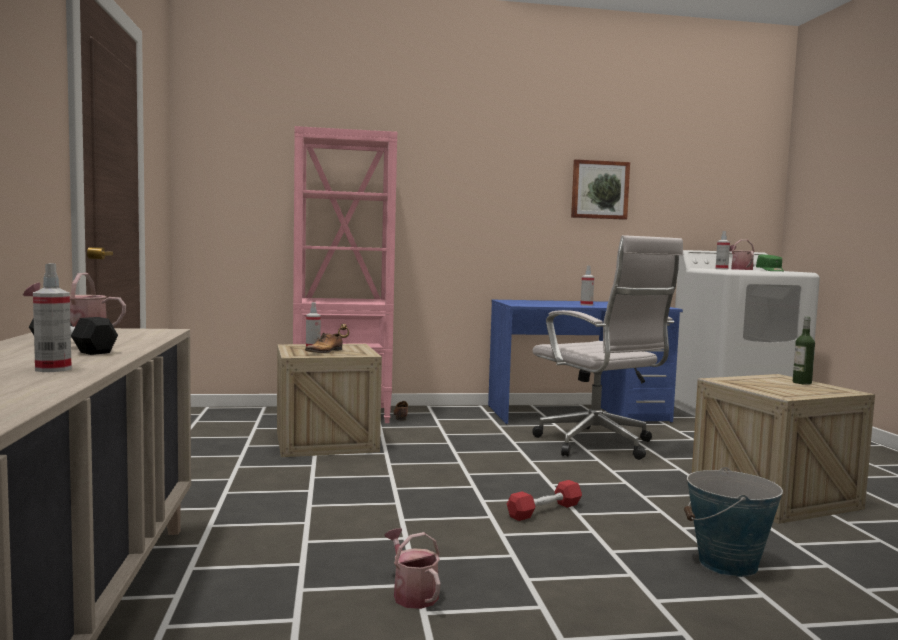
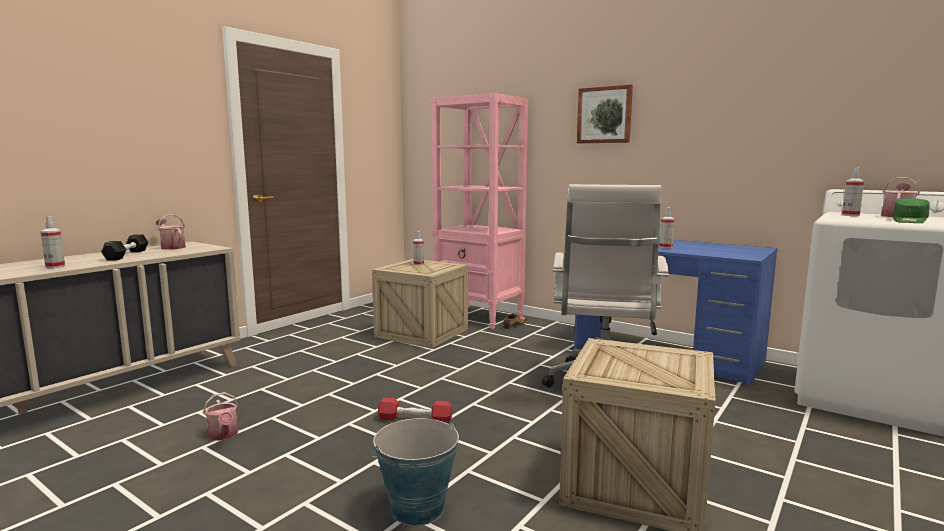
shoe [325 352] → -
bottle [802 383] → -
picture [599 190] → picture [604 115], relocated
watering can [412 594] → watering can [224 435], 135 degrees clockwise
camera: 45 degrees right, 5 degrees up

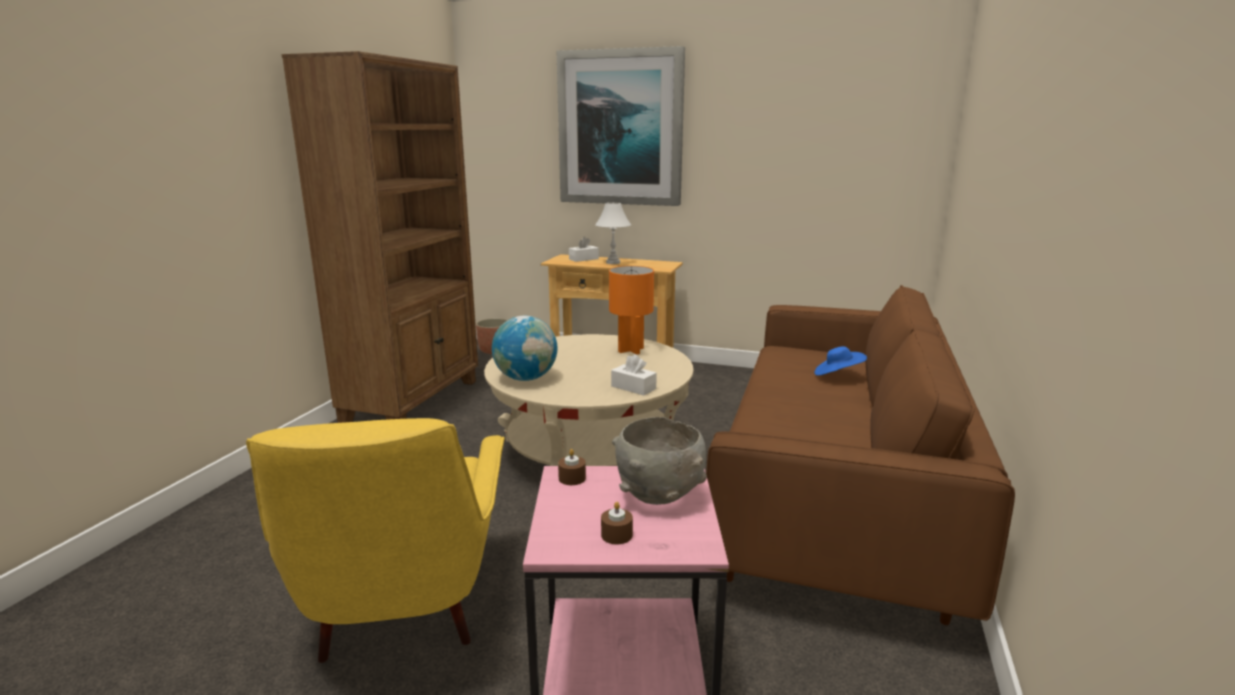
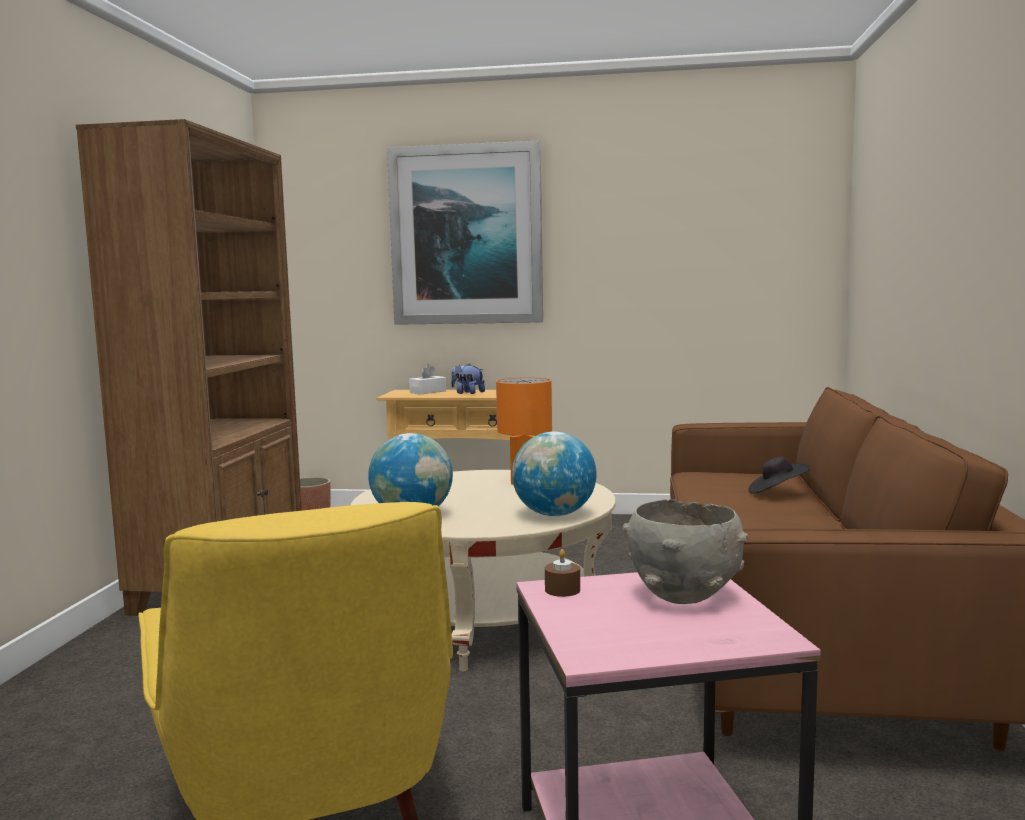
candle in brown [616 535] → -
table lamp in white [613 262] → plush toy [467 393]
tissue box in white [633 387] → globe [554 514]
hat in blue [837 375] → hat in black [776 492]
camera: 10 degrees left, 10 degrees down

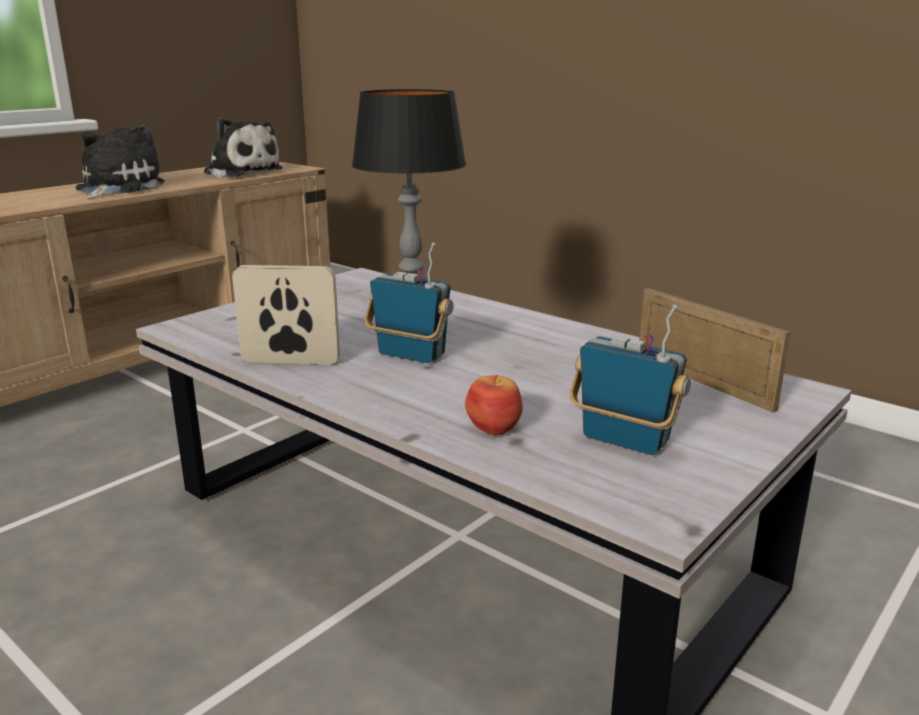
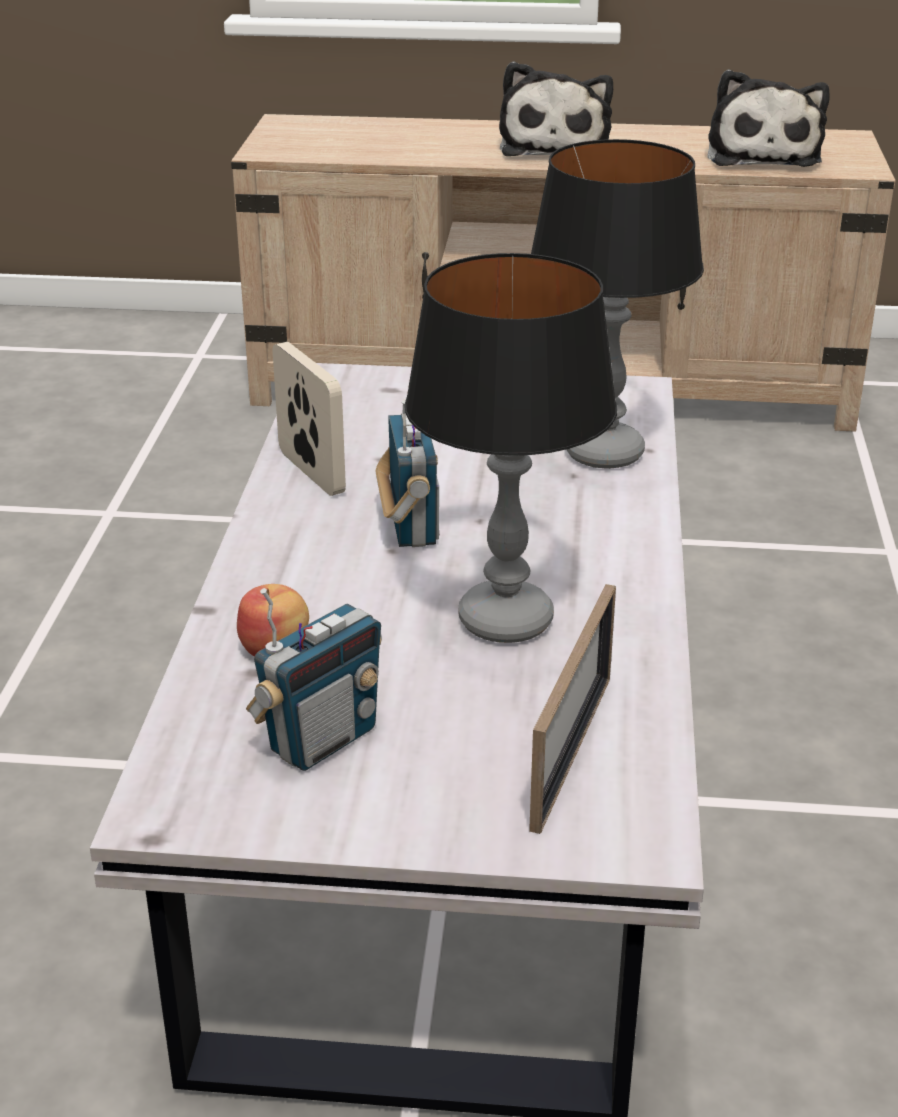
- → table lamp [505 621]
plush toy [116 188] → plush toy [555 146], 120 degrees clockwise
radio [624 441] → radio [322 740], 45 degrees clockwise
camera: 55 degrees right, 10 degrees up

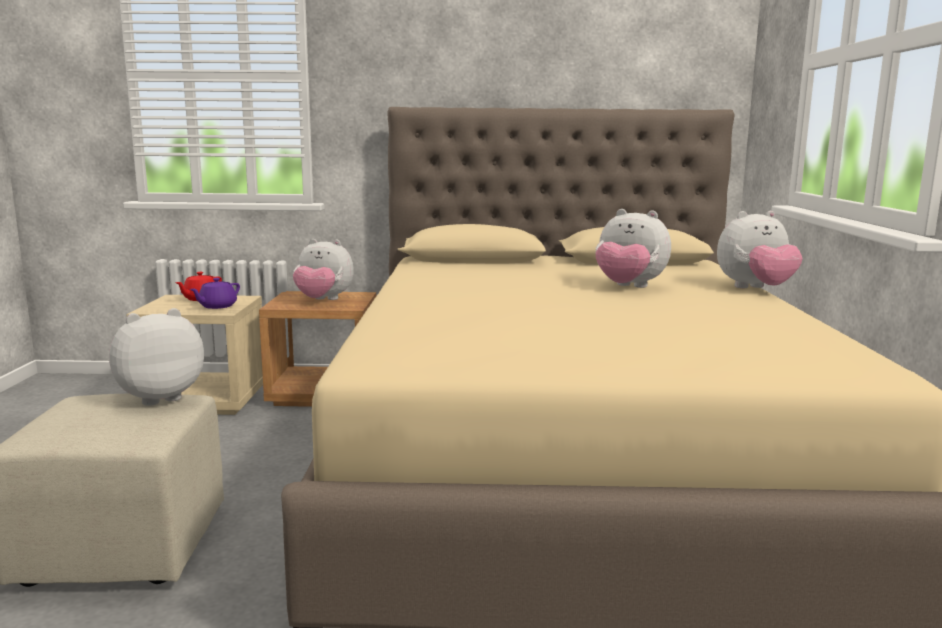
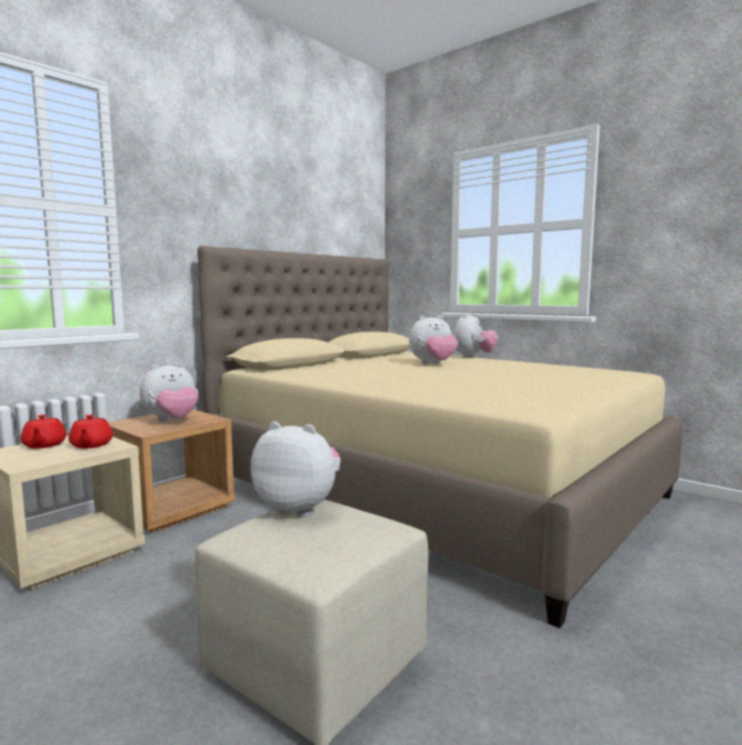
teapot in purple [217 306] → teapot in red [91 445]
plush toy [158 397] → plush toy [299 507], 105 degrees clockwise
camera: 50 degrees left, 5 degrees down

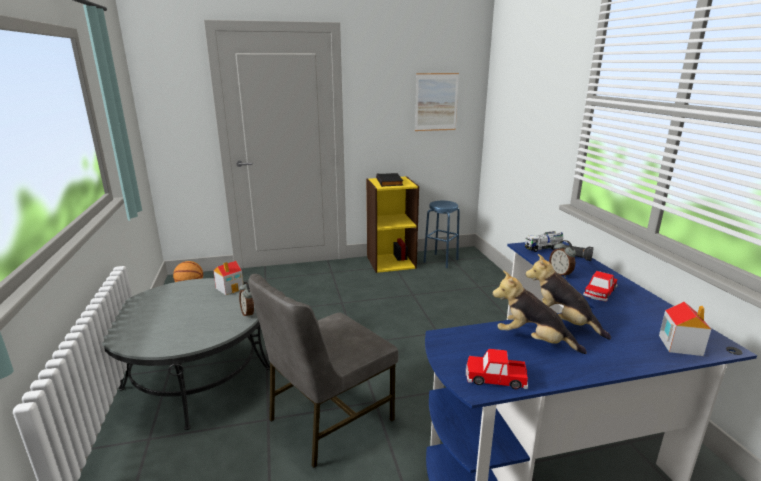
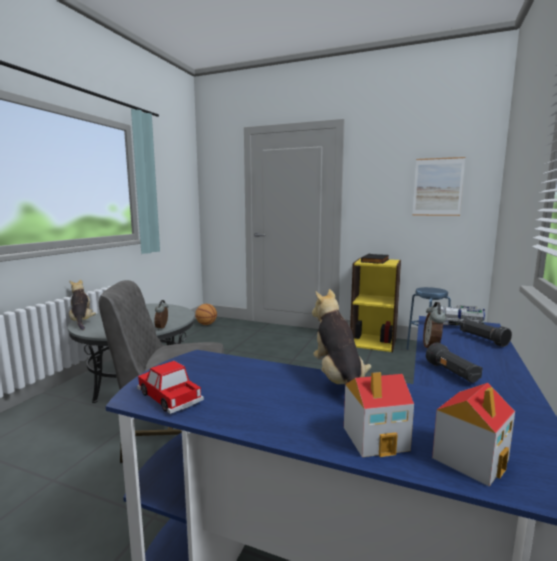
toy house [230 288] → toy house [376 438], relocated
plush toy [533 341] → plush toy [82 322], relocated
toy car [599 292] → flashlight in black [452 374]
camera: 35 degrees right, 10 degrees down

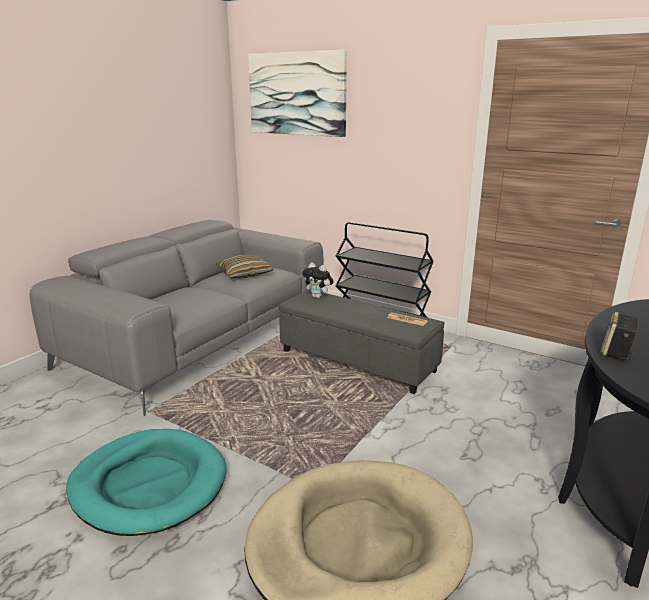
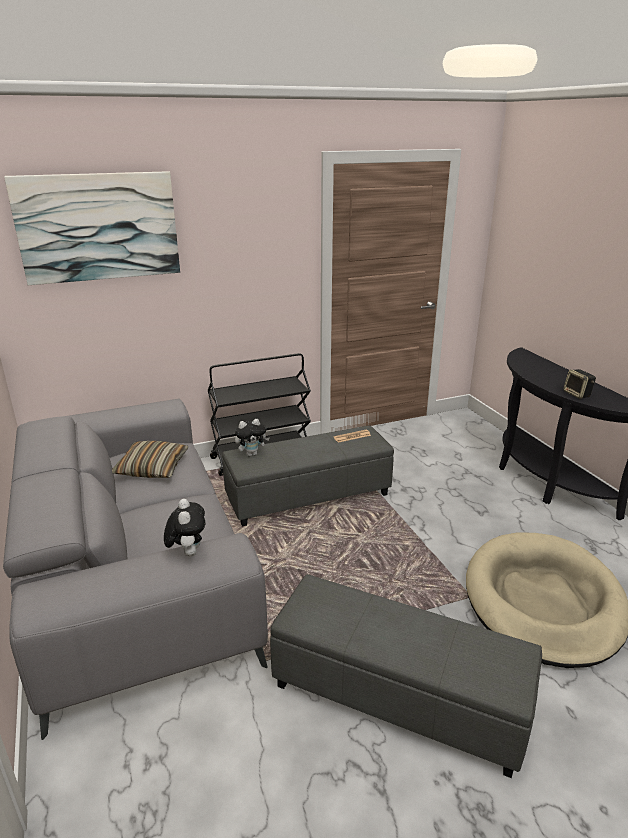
- → plush toy [187 552]
dog bed in turquoise [149 484] → ottoman in grey [397 697]
camera: 55 degrees left, 5 degrees up

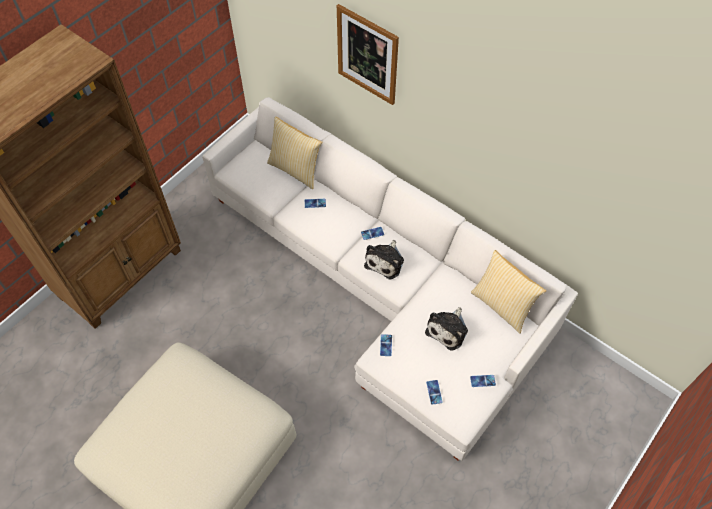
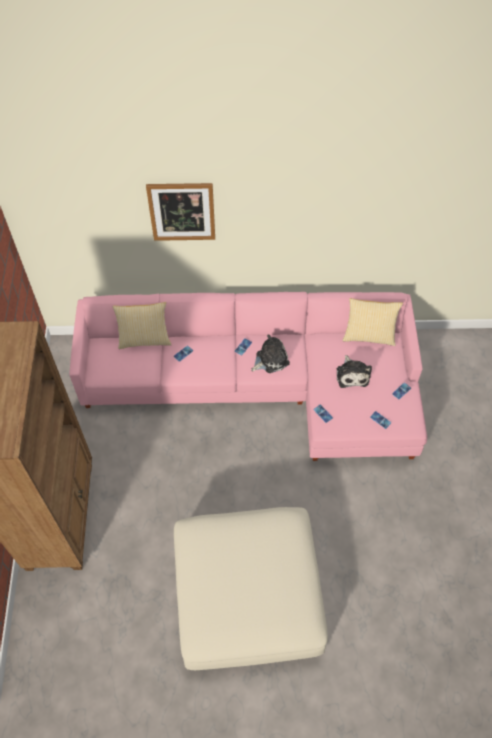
sofa in white [385 285] → sofa in pink [264 382]
plush toy [385 261] → plush toy [270 359], 105 degrees counterclockwise
camera: 40 degrees left, 0 degrees up

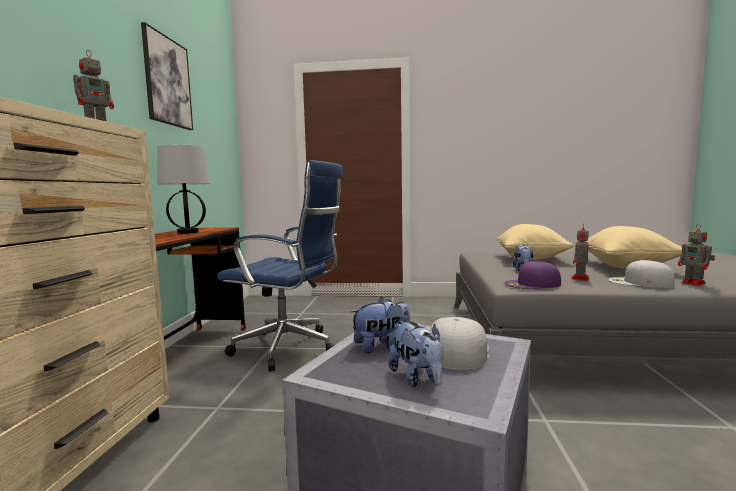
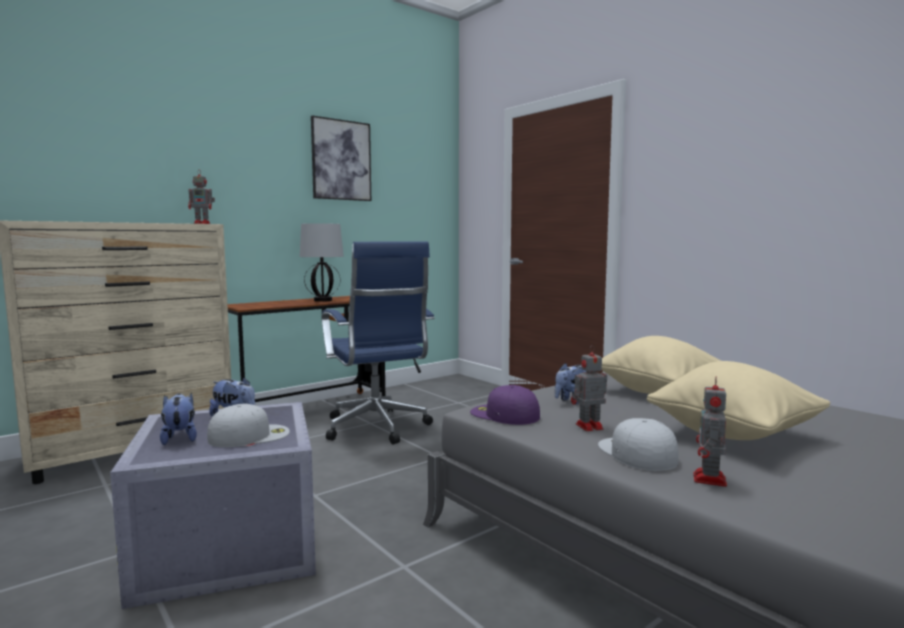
plush toy [418 378] → plush toy [180 438], 135 degrees clockwise
camera: 45 degrees right, 0 degrees up

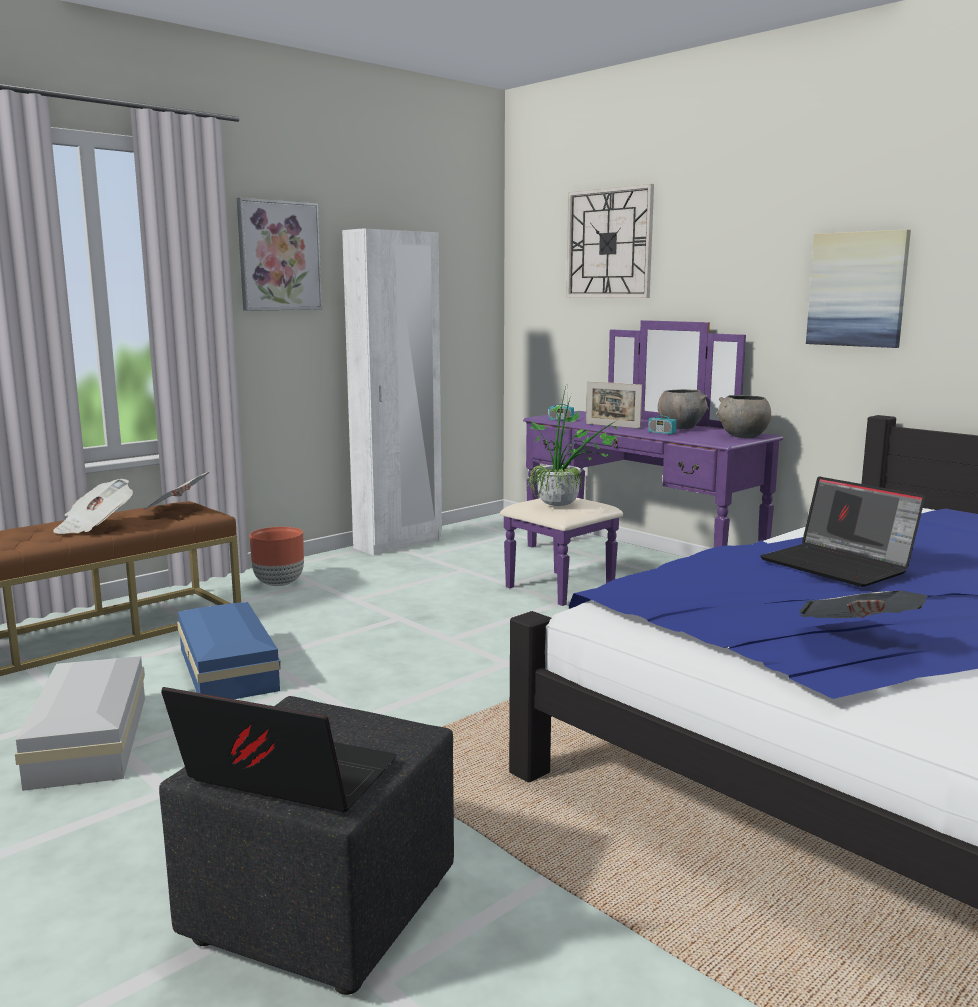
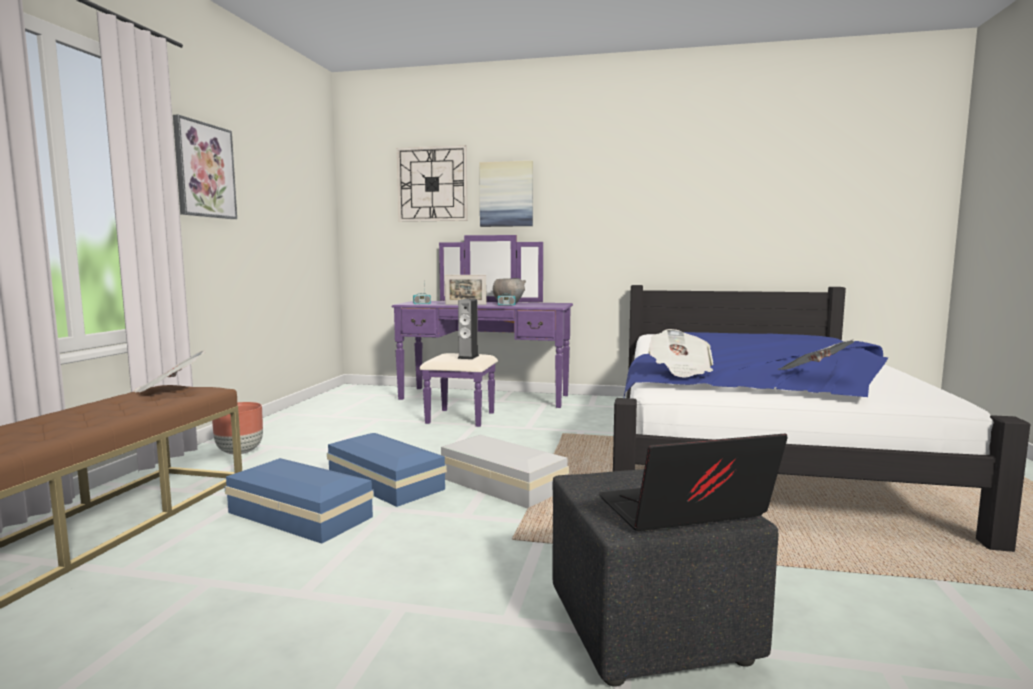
wardrobe in white [398 544] → -
bowl in grey [742 436] → -
laptop [839 565] → -
- → storage box in blue [385 483]
storage box in white [92 738] → storage box in white [502 483], relocated
newspaper [95 527] → newspaper [680 371], relocated
picture [857 289] → picture [506 194], relocated
potted plant [566 506] → speaker [468 357]
camera: 35 degrees left, 5 degrees down

